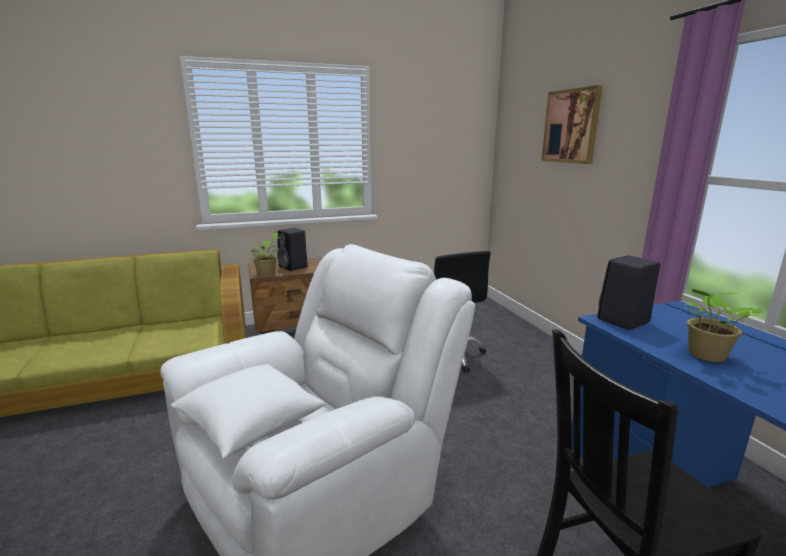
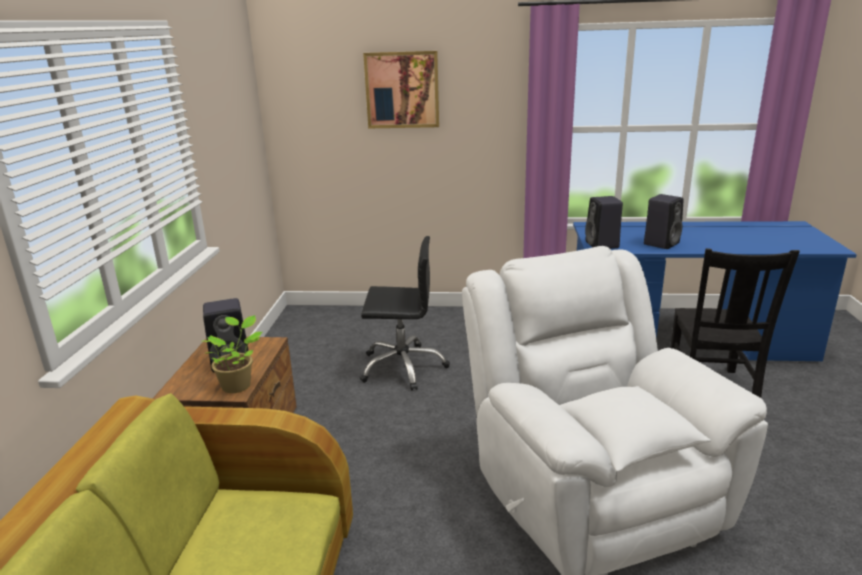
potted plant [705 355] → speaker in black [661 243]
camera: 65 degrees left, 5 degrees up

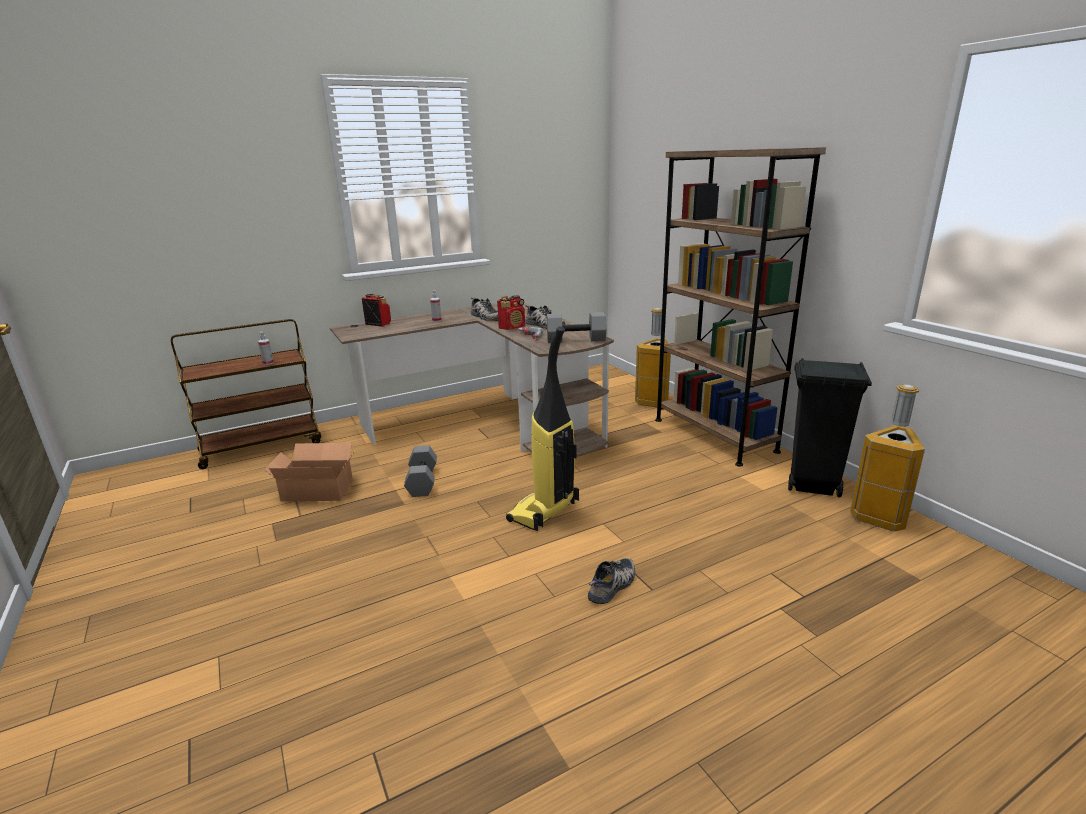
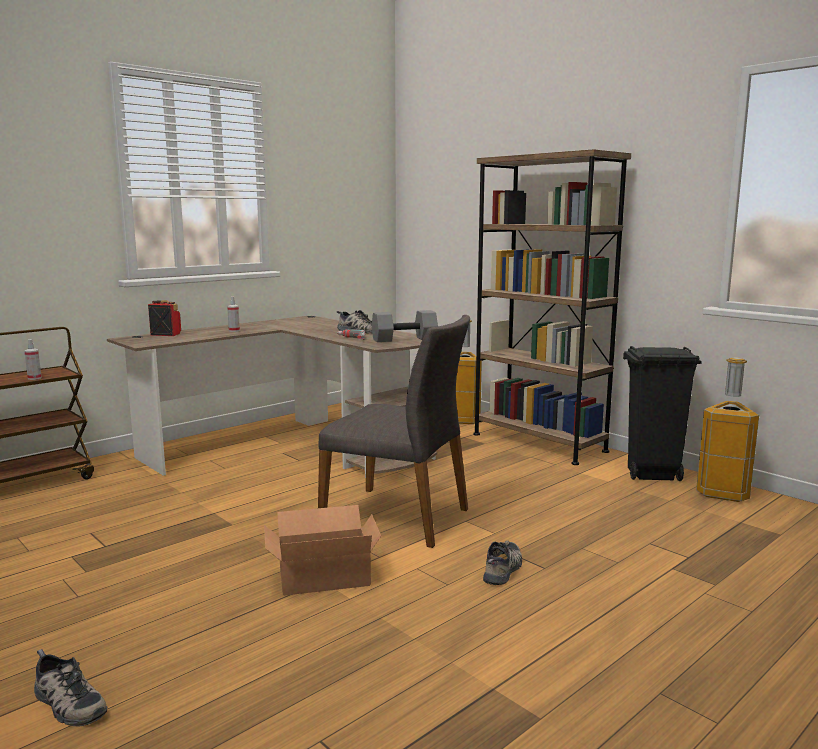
dumbbell in grey [421 481] → -
radio [512 327] → -
cardboard box [317 489] → cardboard box [321 575], relocated
shoe [484 317] → shoe [66 703], relocated
vacuum cleaner [544 512] → chair in grey [398 517]
camera: 15 degrees left, 10 degrees down

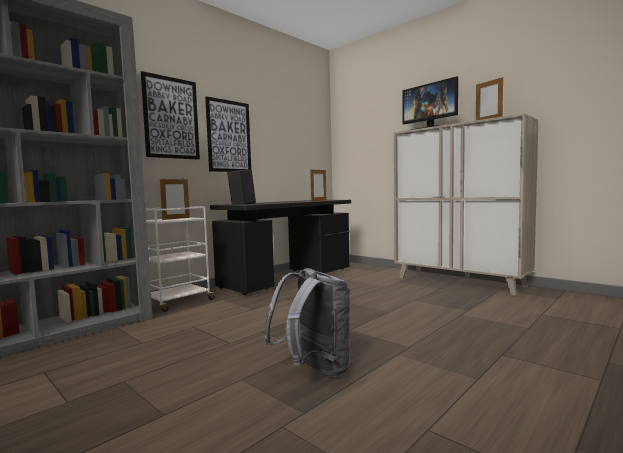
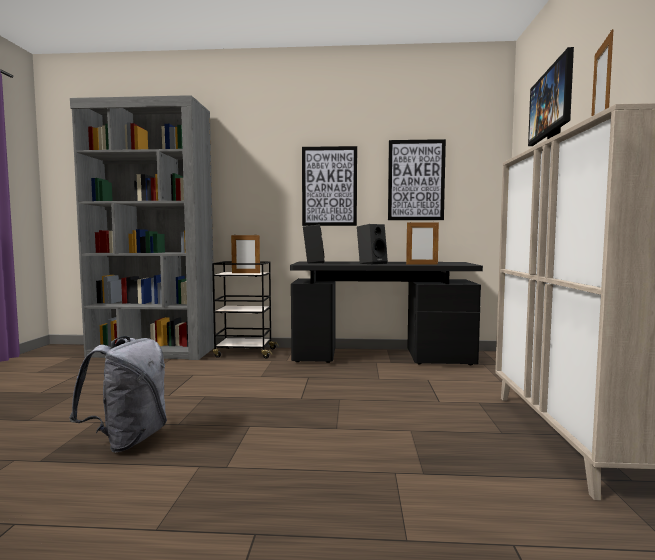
- → speaker in black [372 263]
picture [171 118] → picture [416 180], relocated
cart in white [178 302] → cart in black [244 353]
camera: 50 degrees right, 0 degrees up

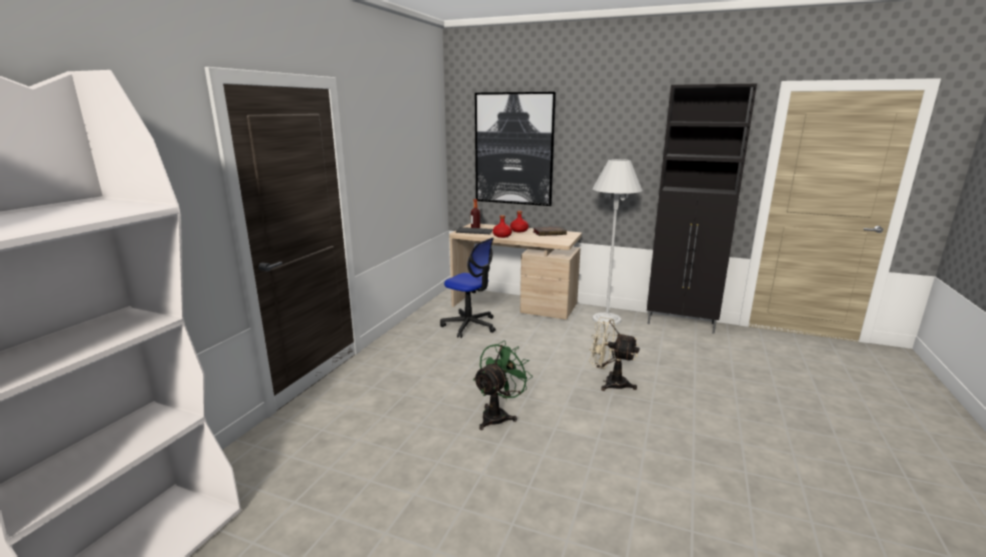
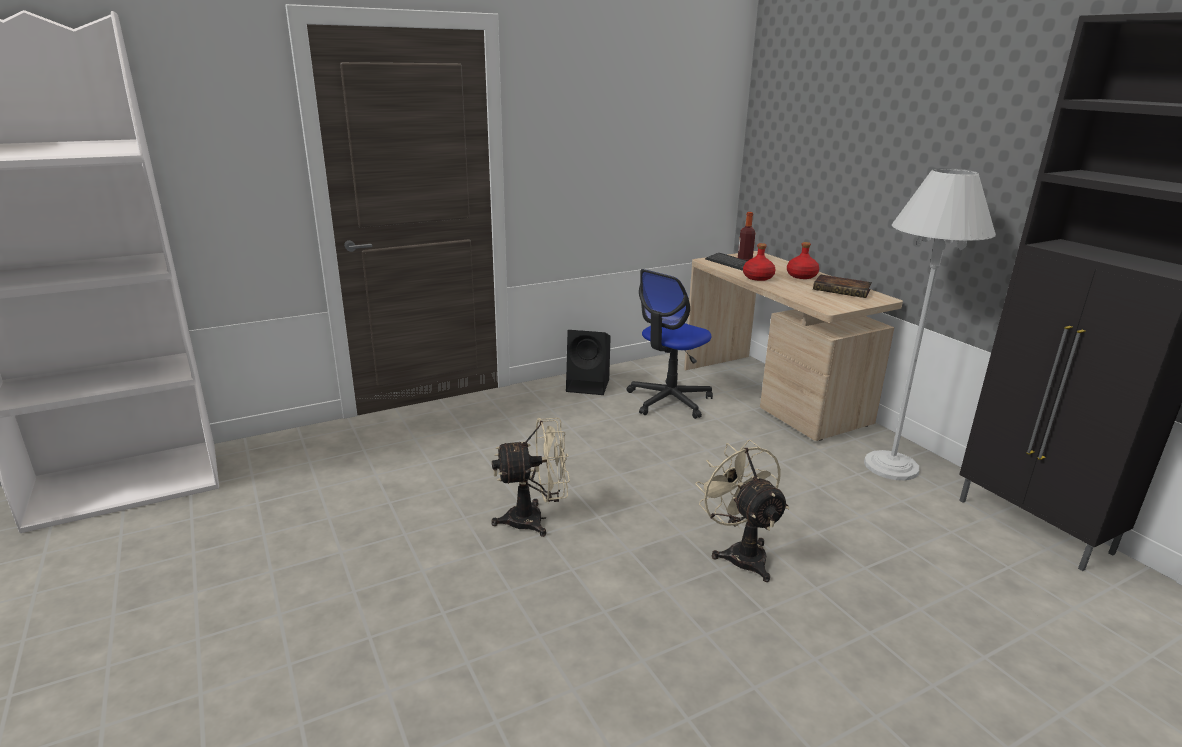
picture [514 149] → -
- → speaker in black [589 385]
fan in green [498 415] → fan in beige [535 520]
office chair [469 325] → office chair [669 401], 60 degrees clockwise
camera: 40 degrees right, 5 degrees up

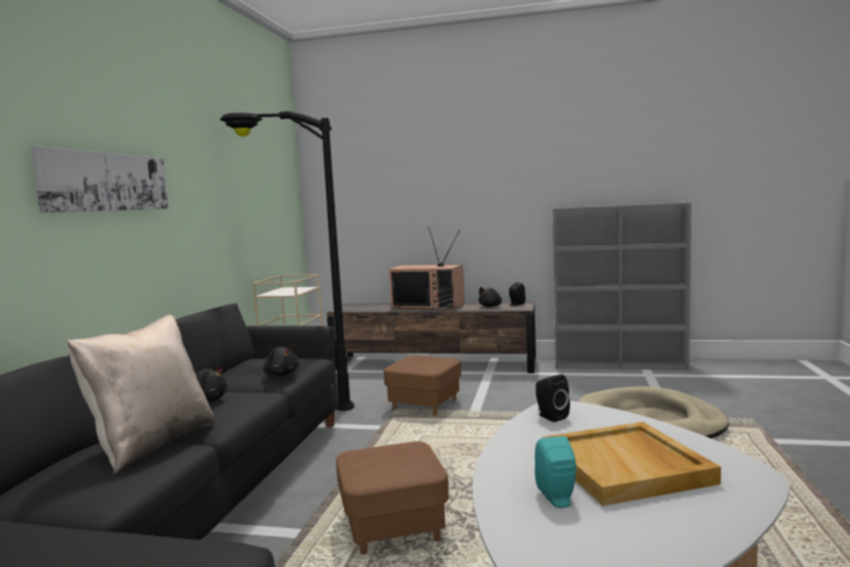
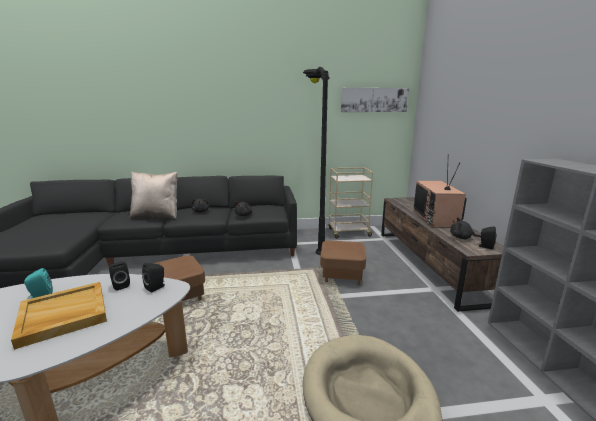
- → speaker in black [120 285]
picture [105 182] → picture [374 100], relocated
camera: 70 degrees right, 10 degrees up

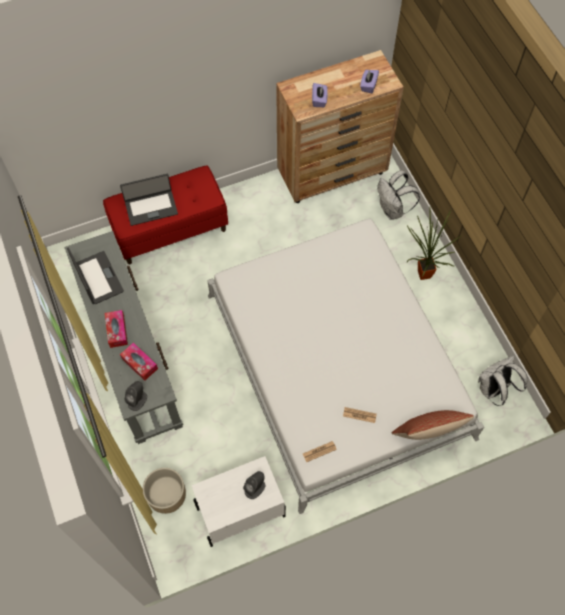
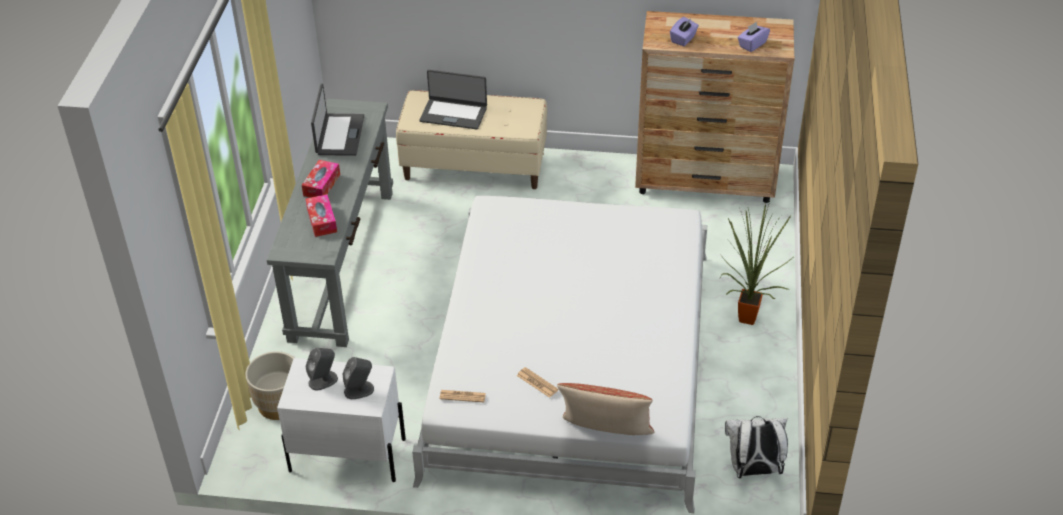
backpack in white [392 210] → -
speaker in grey [137 400] → speaker in grey [323 380], relocated
bench in red [170 229] → bench in beige [475 165]
camera: 30 degrees right, 20 degrees down

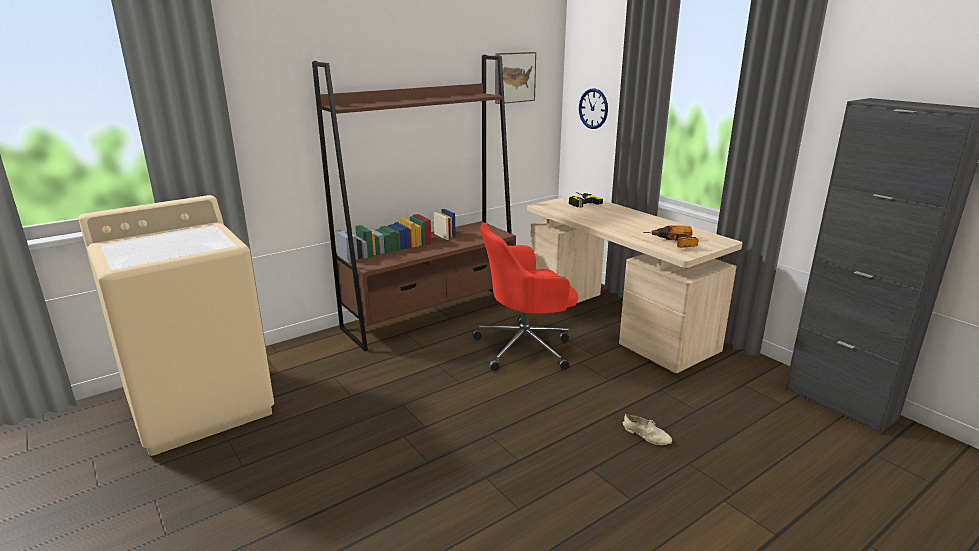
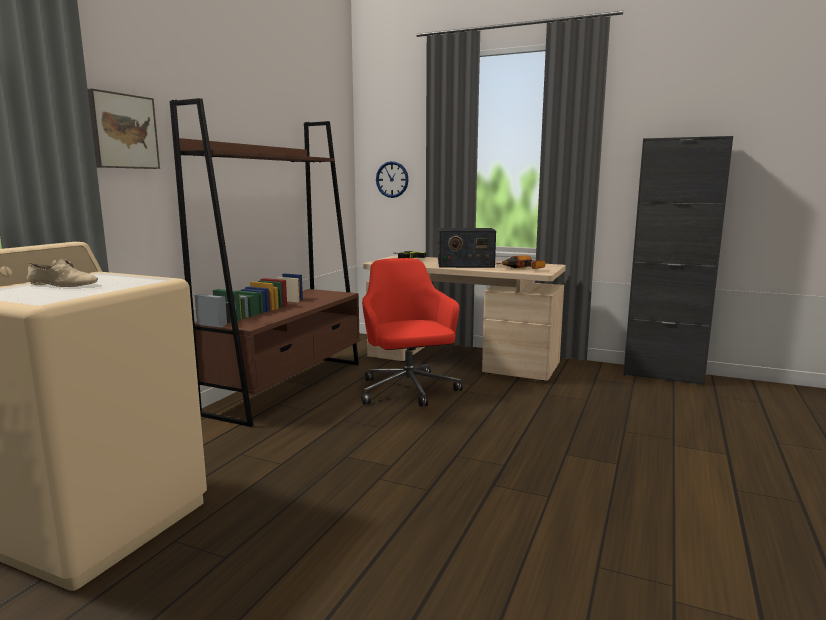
- → radio [465 265]
picture [513 77] → picture [121 131], relocated
shoe in beige [647 435] → shoe in beige [64 284], relocated
office chair in red [525 347] → office chair in red [408 391], 120 degrees clockwise
camera: 30 degrees left, 10 degrees down

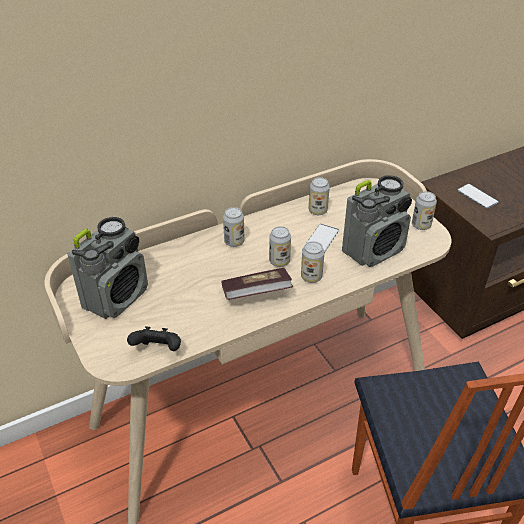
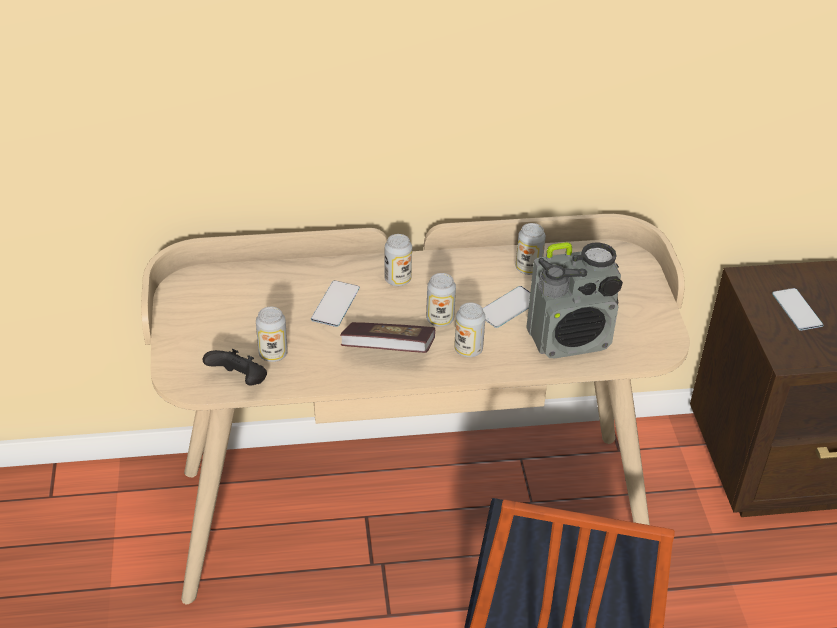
radio [117 297] → -
- → phone [335 304]
can [421 225] → can [273 354], relocated
camera: 20 degrees right, 0 degrees up

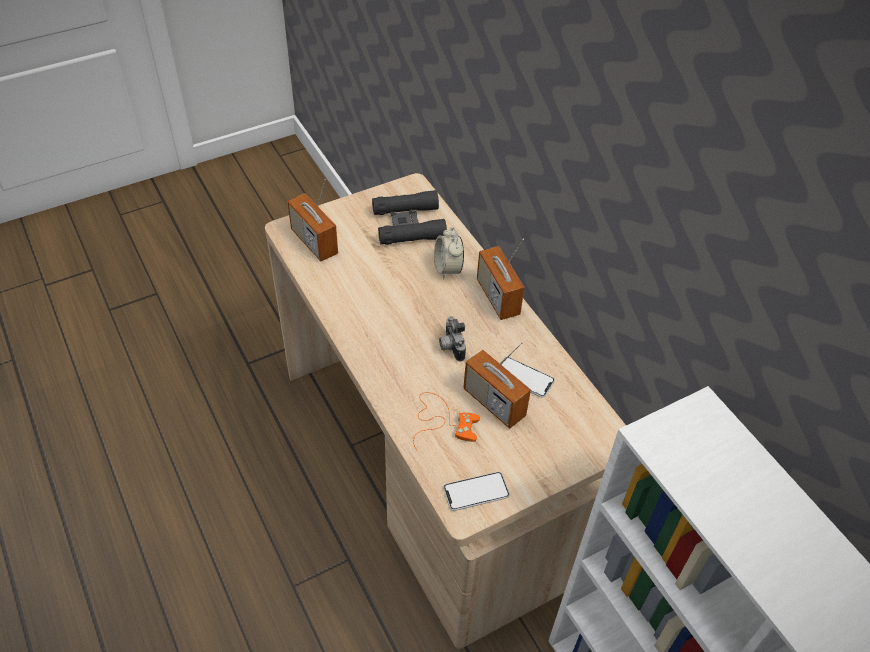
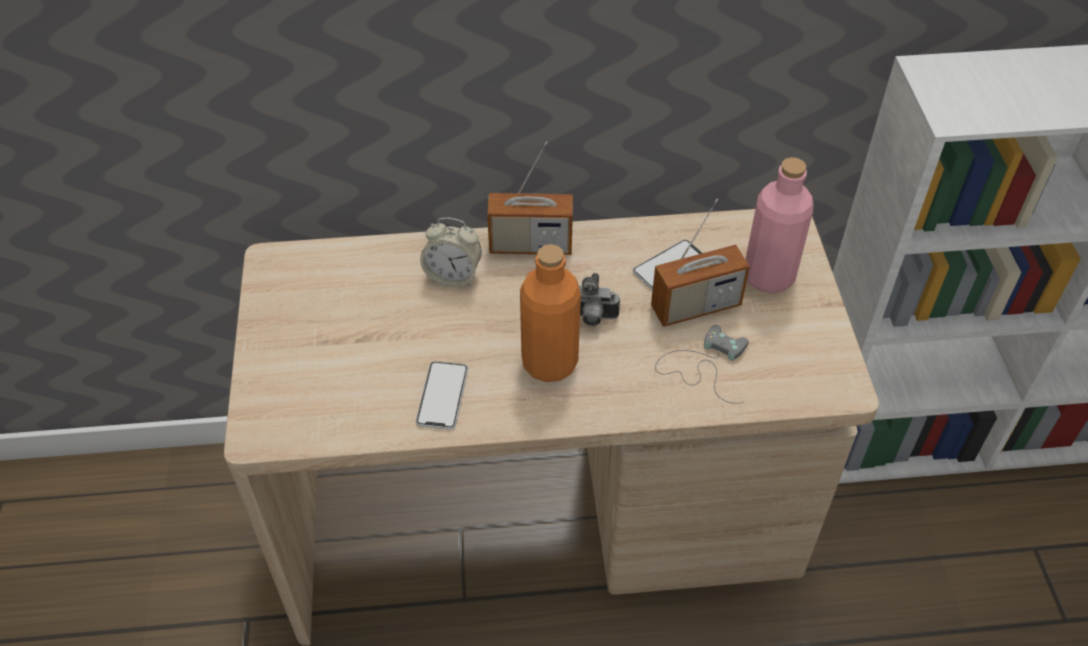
radio [314 242] → -
binoculars in black [408 224] → -
- → bottle in orange [549 363]
- → bottle in pink [768 276]
phone [476 492] → phone [442 396], relocated
game controller in orange [442 421] → game controller in grey [703 365]
camera: 65 degrees left, 0 degrees up

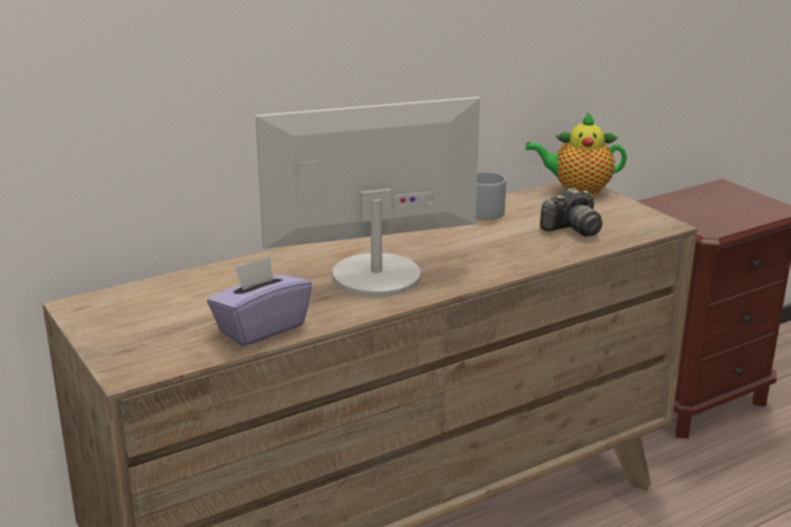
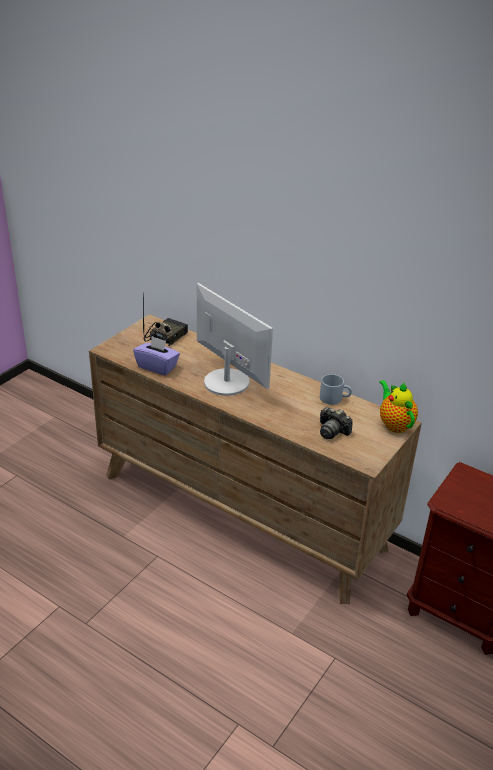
- → radio [165 336]
camera: 65 degrees right, 10 degrees up

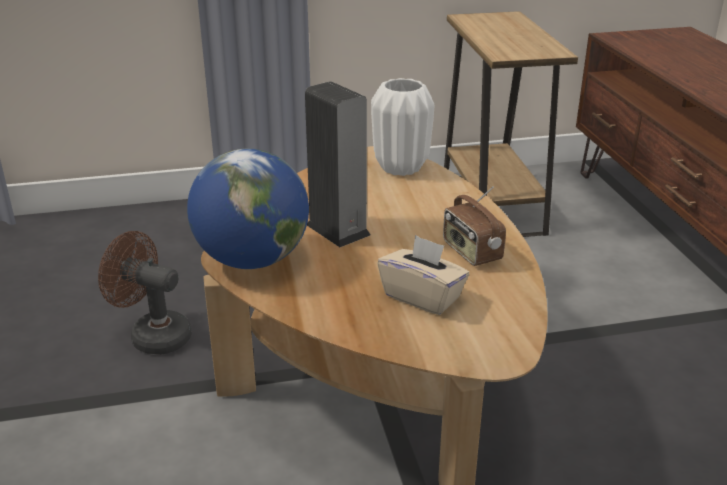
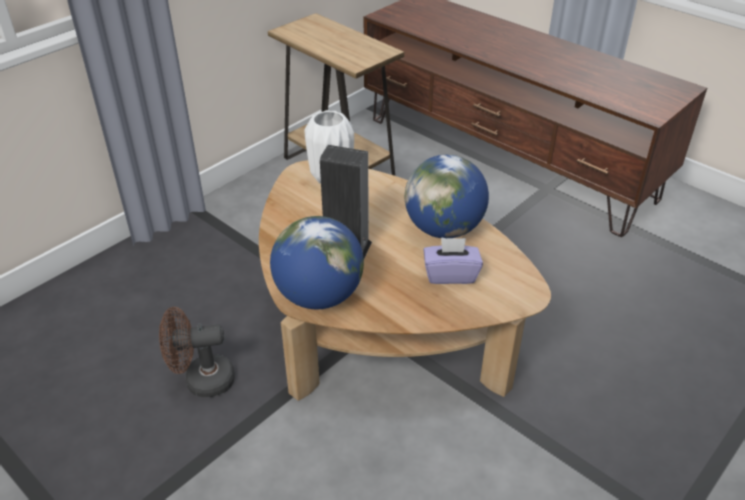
radio [471 252] → globe [443 229]
tissue box in beige [422 297] → tissue box in purple [450 274]
camera: 35 degrees left, 10 degrees up

